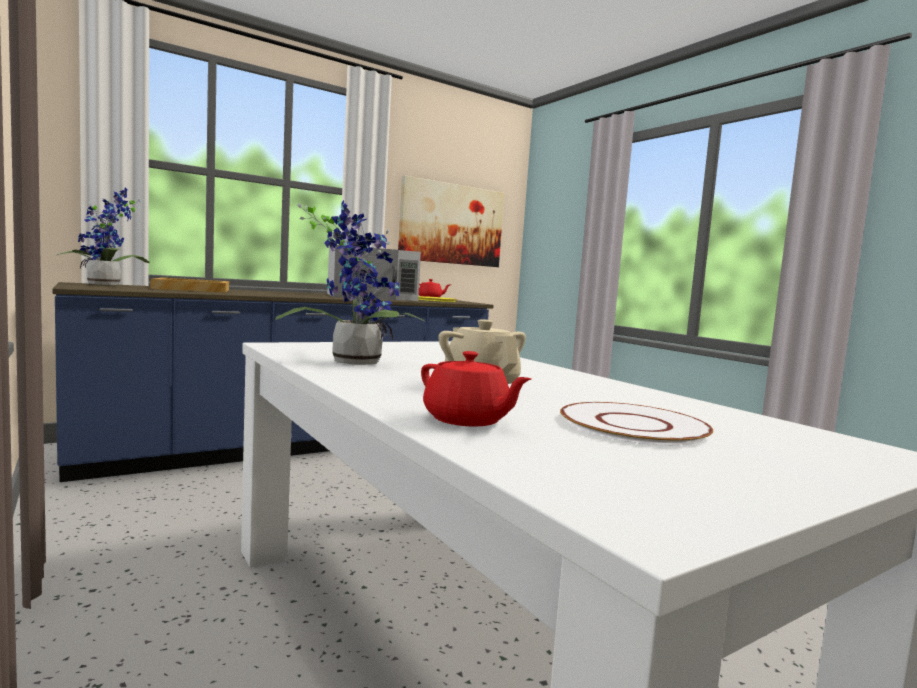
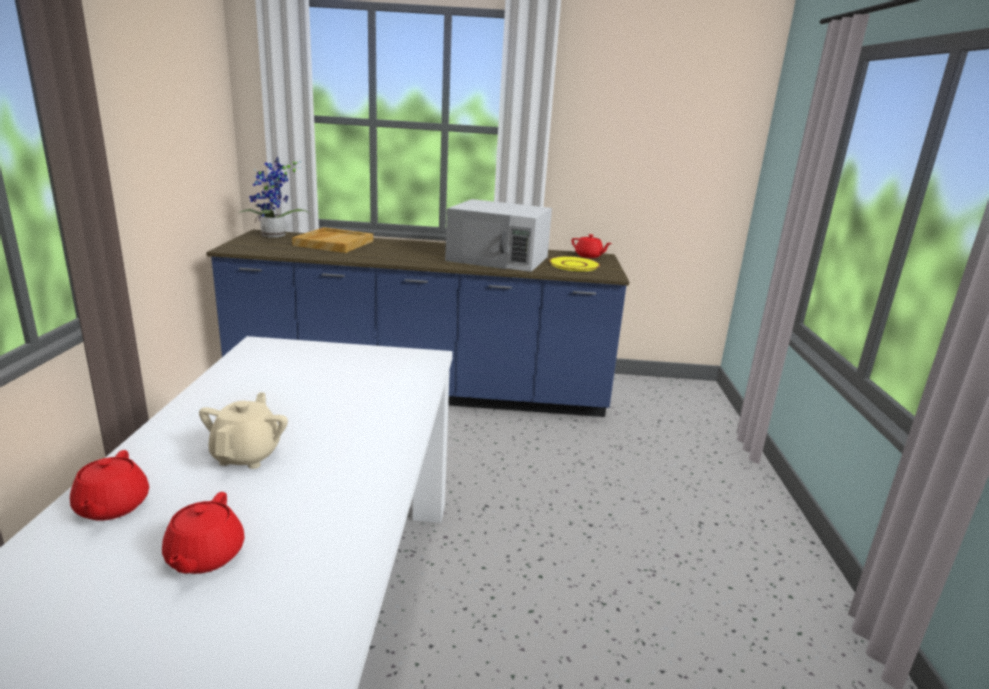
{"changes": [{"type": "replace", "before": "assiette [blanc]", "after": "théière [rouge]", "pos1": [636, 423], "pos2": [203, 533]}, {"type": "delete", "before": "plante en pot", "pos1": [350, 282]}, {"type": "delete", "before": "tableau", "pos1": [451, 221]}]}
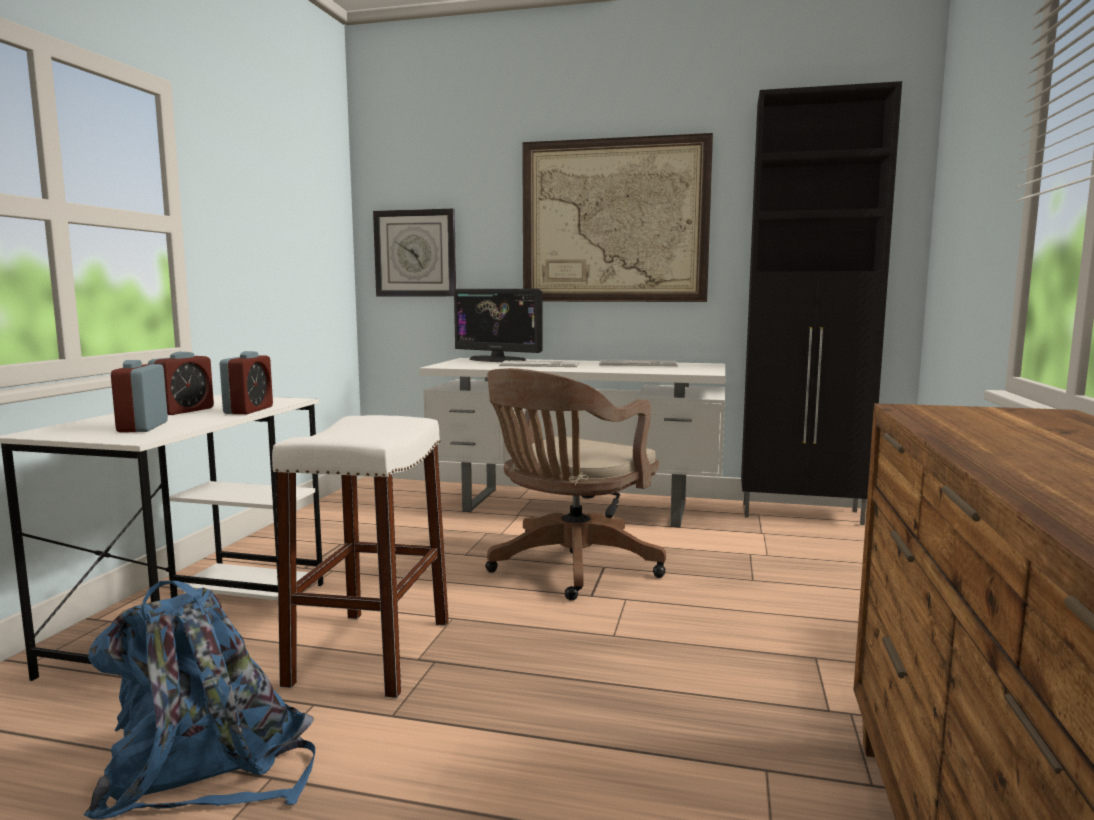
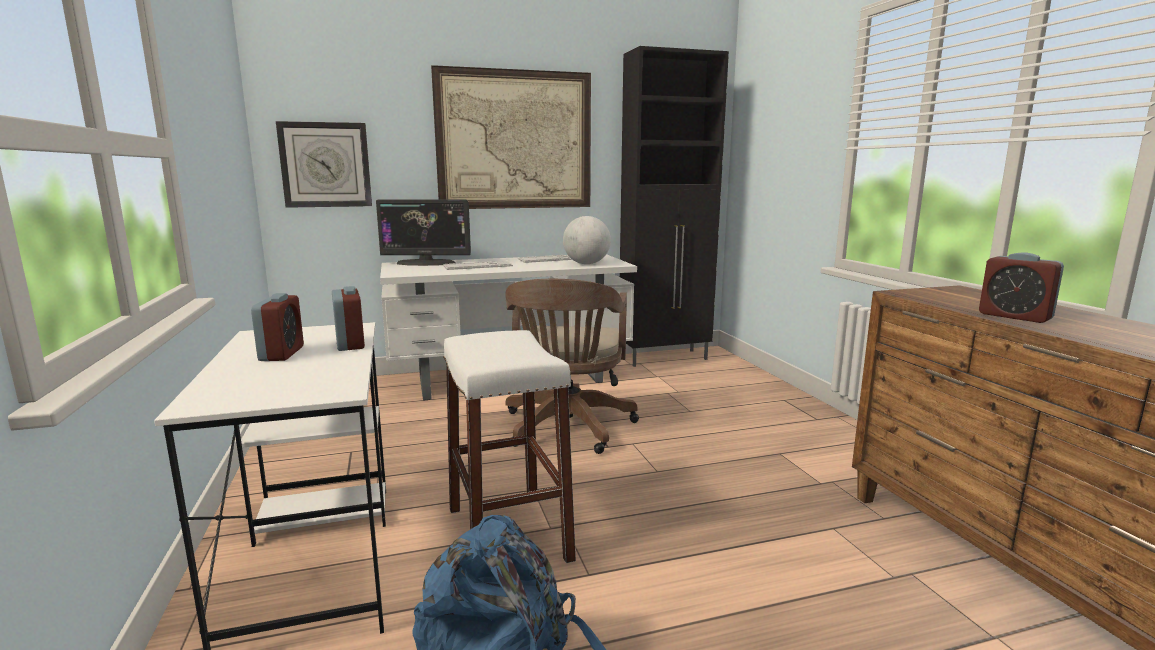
{"changes": [{"type": "insert", "after": "globe", "pos2": [587, 240]}, {"type": "move", "before": "réveil", "pos1": [139, 396], "pos2": [1021, 288]}]}
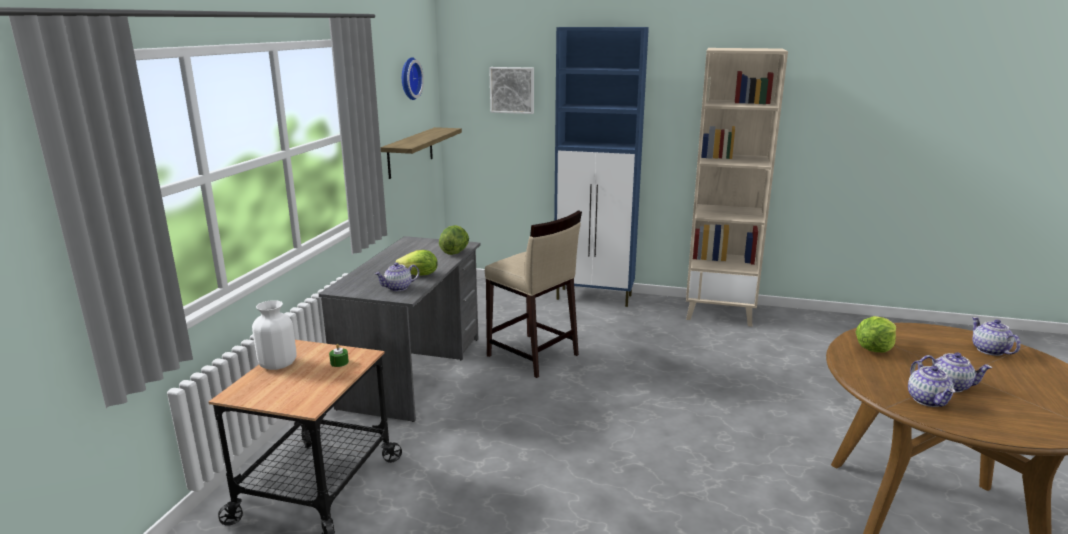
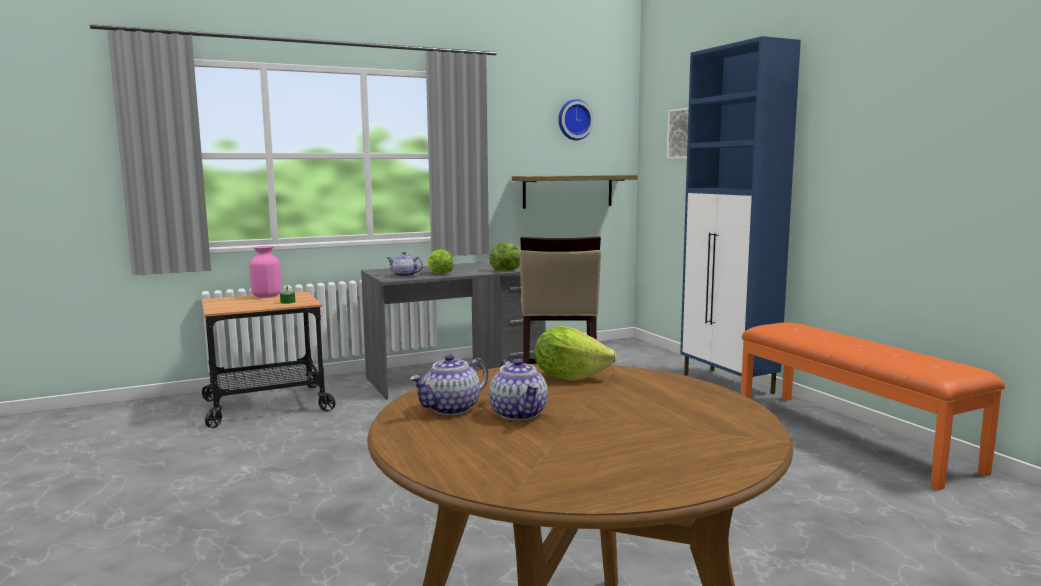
{"changes": [{"type": "recolor", "before": "vase [blanc]", "after": "vase [rose]", "pos1": [274, 335], "pos2": [265, 272]}, {"type": "replace", "before": "bibliothèque [beige]", "after": "banc [orange]", "pos1": [737, 187], "pos2": [873, 406]}, {"type": "delete", "before": "théière", "pos1": [996, 336]}]}
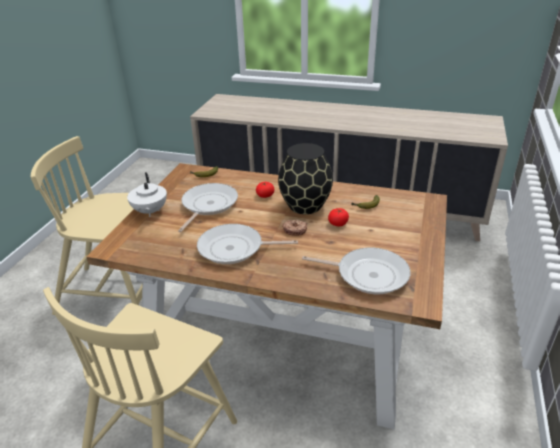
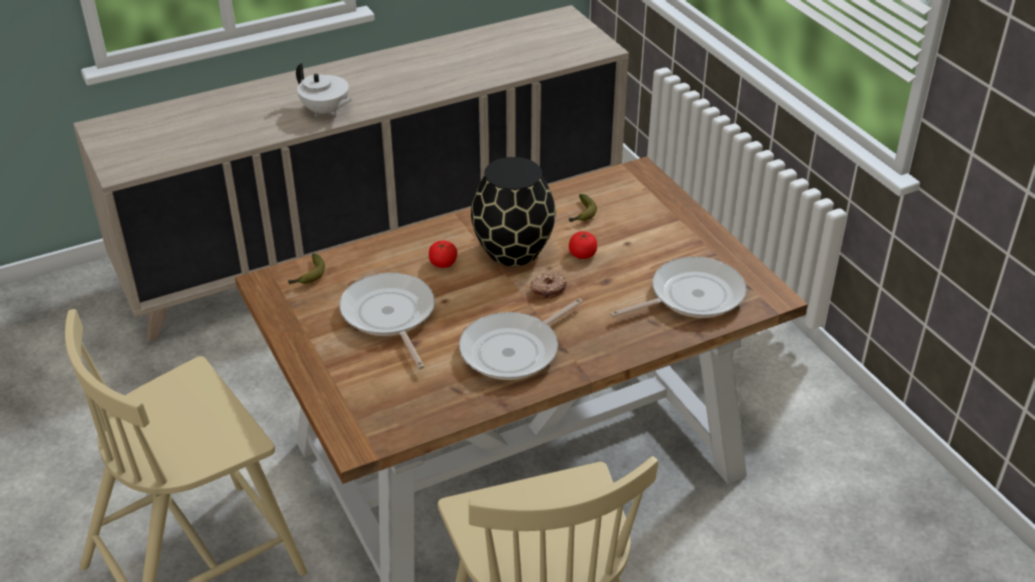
{"changes": [{"type": "move", "before": "théière [blanc]", "pos1": [147, 194], "pos2": [324, 90]}]}
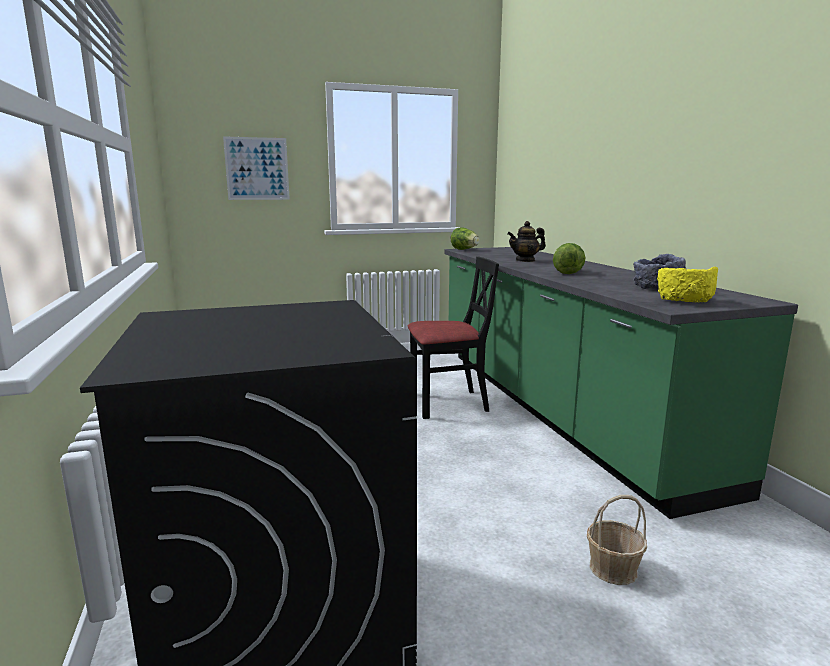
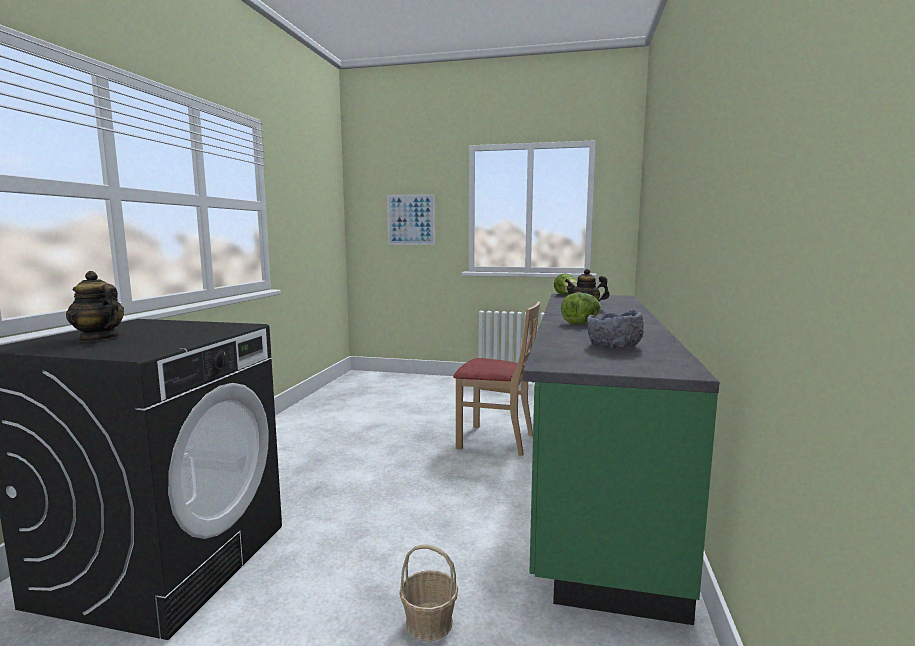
{"changes": [{"type": "insert", "after": "théière", "pos2": [95, 306]}, {"type": "recolor", "before": "chaise [noir]", "after": "chaise [beige]", "pos1": [453, 337], "pos2": [496, 378]}, {"type": "delete", "before": "bol [jaune]", "pos1": [687, 284]}]}
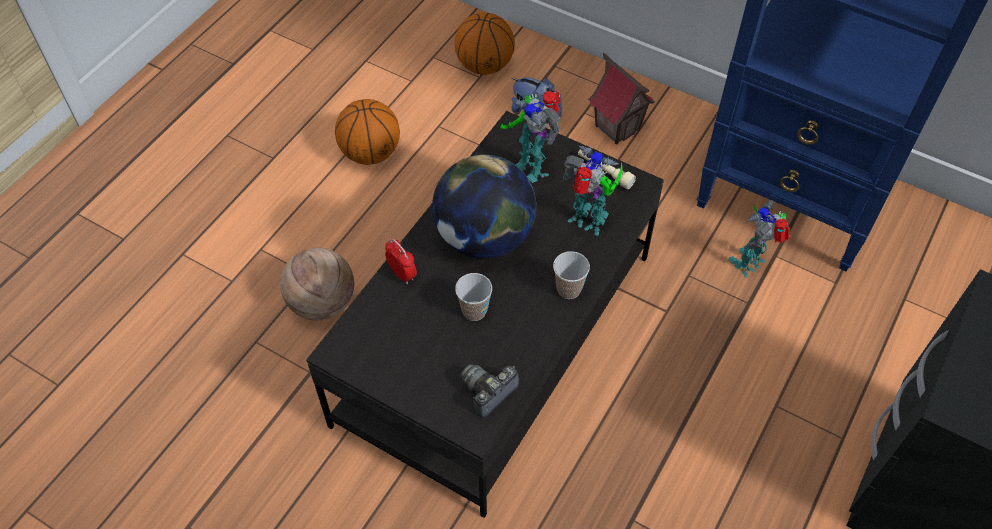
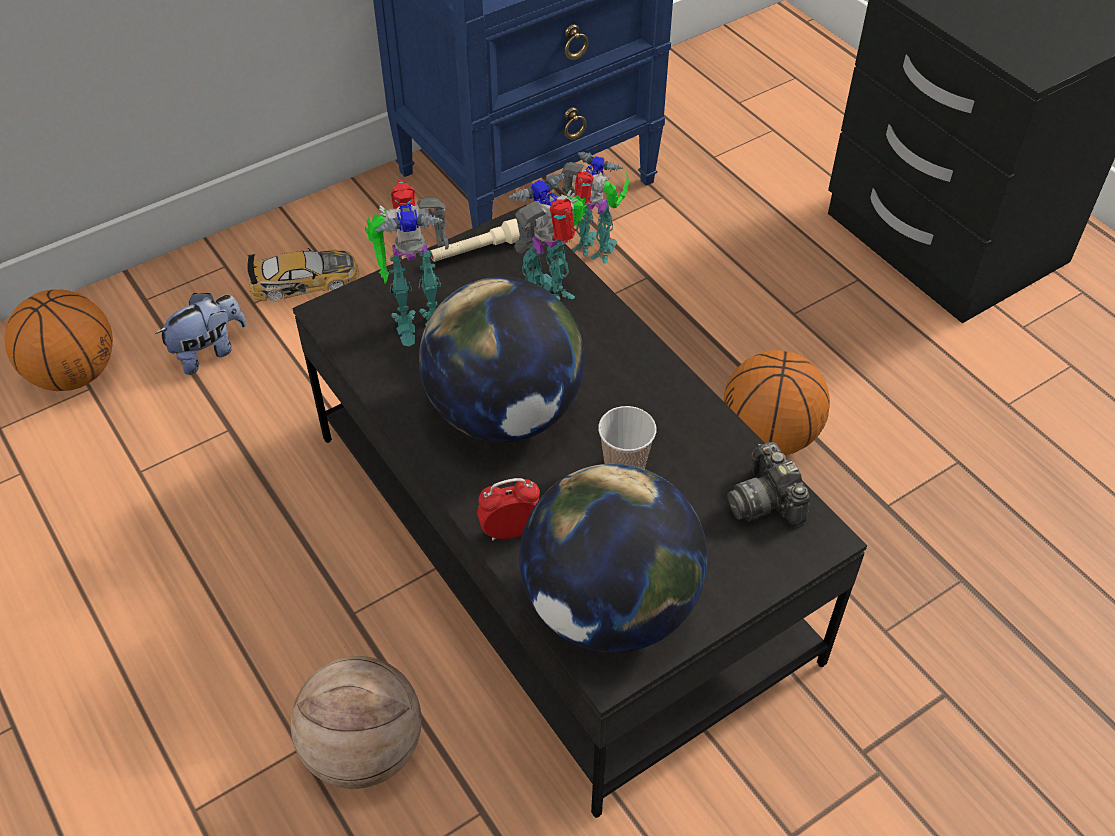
{"changes": [{"type": "replace", "before": "maison miniature", "after": "petite voiture", "pos1": [621, 99], "pos2": [303, 274]}, {"type": "insert", "after": "globe", "pos2": [613, 558]}, {"type": "rotate", "before": "robot jouet", "pos1": [759, 239], "pos2": [595, 208], "turn": 135}, {"type": "move", "before": "ballon de basket", "pos1": [367, 132], "pos2": [776, 402]}, {"type": "delete", "before": "tasse", "pos1": [571, 275]}]}
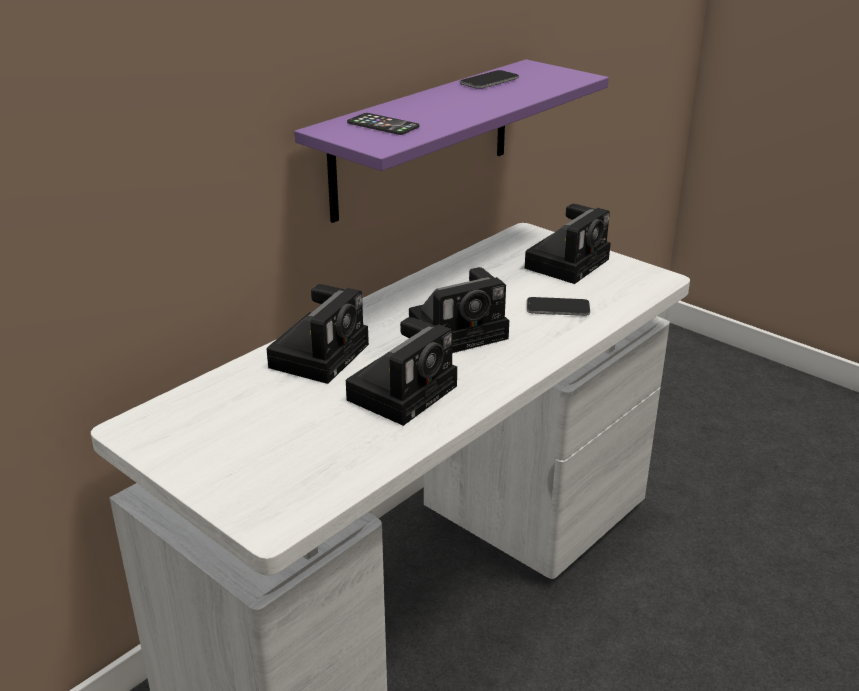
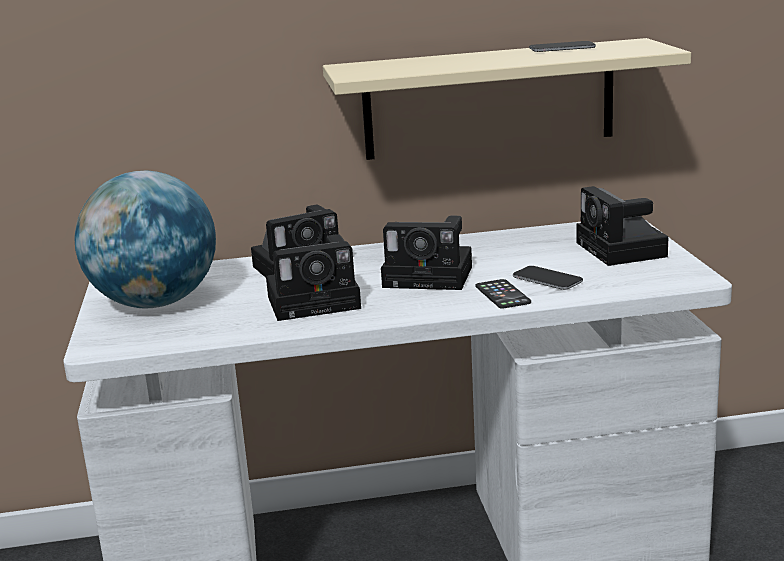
{"changes": [{"type": "insert", "after": "globe", "pos2": [145, 239]}, {"type": "recolor", "before": "étagère [violet]", "after": "étagère [beige]", "pos1": [451, 141], "pos2": [507, 99]}, {"type": "move", "before": "téléphone", "pos1": [383, 124], "pos2": [503, 294]}, {"type": "rotate", "before": "appareil photo", "pos1": [568, 244], "pos2": [622, 226], "turn": 90}]}
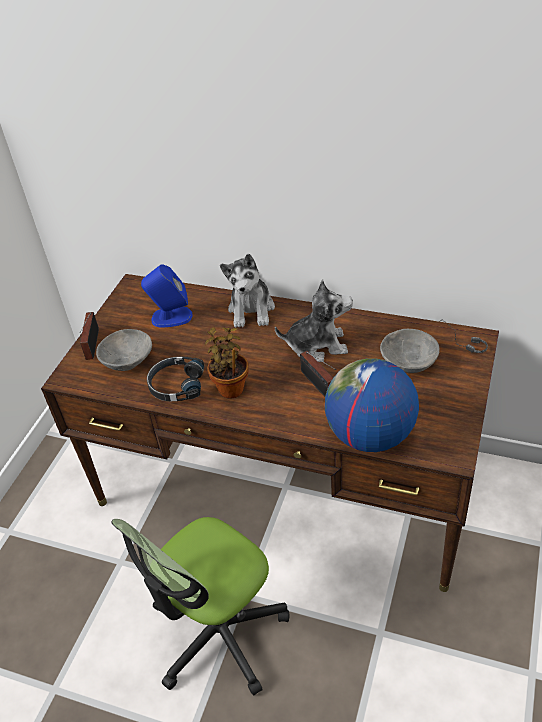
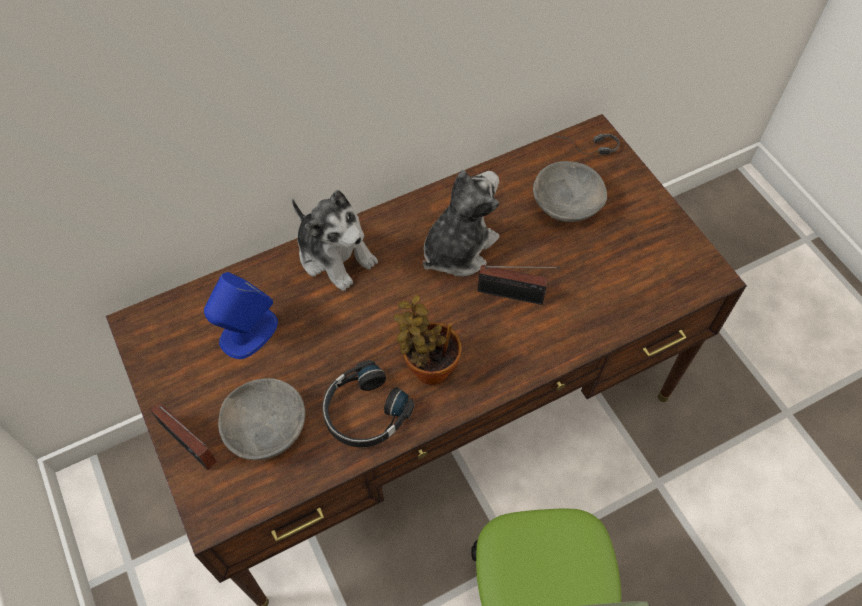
{"changes": [{"type": "delete", "before": "globe", "pos1": [372, 405]}]}
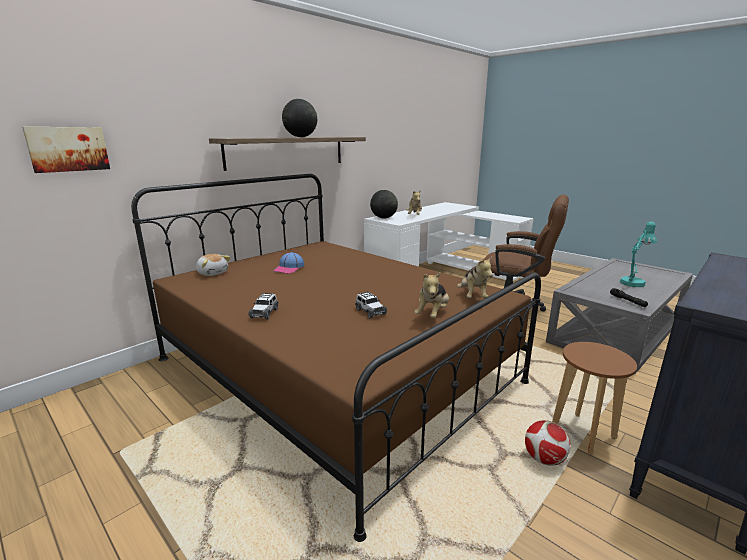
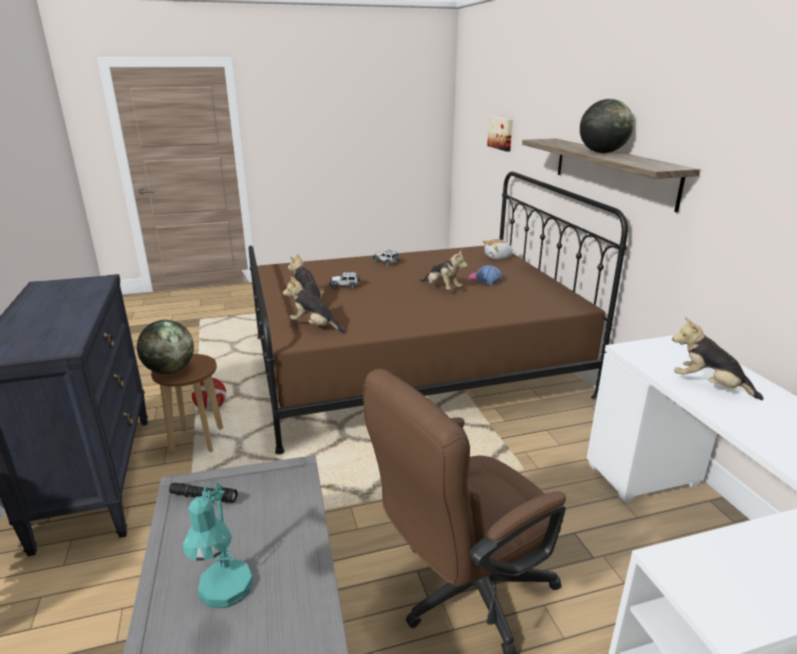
{"changes": [{"type": "move", "before": "globe", "pos1": [384, 204], "pos2": [165, 347]}, {"type": "insert", "after": "peluche", "pos2": [444, 270]}]}
